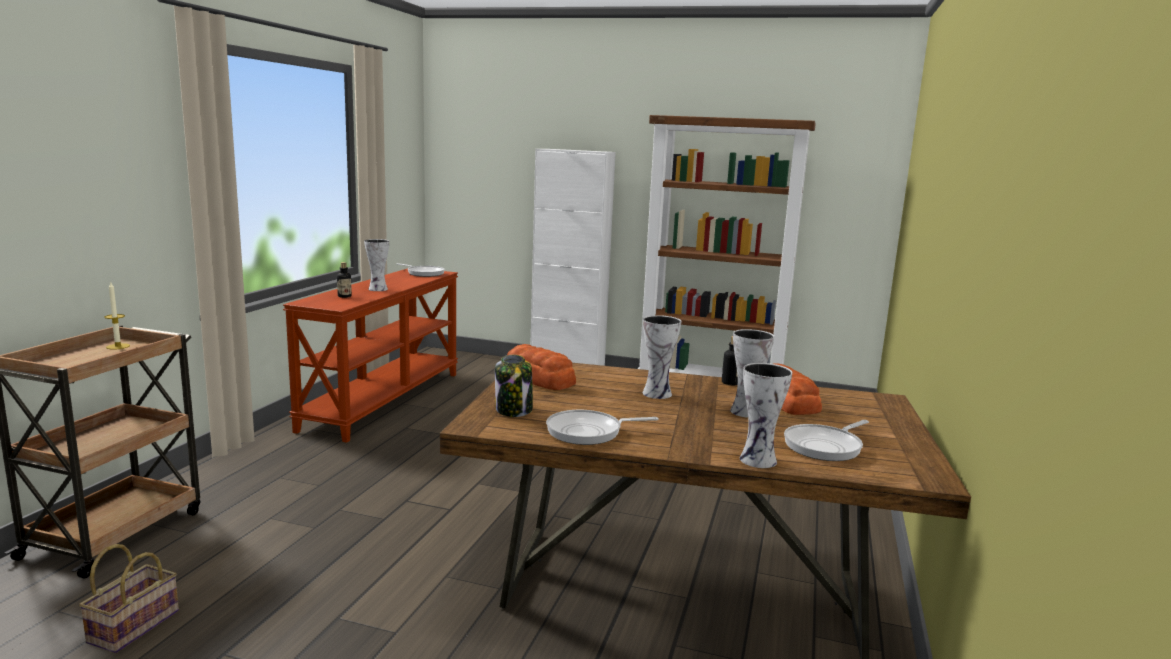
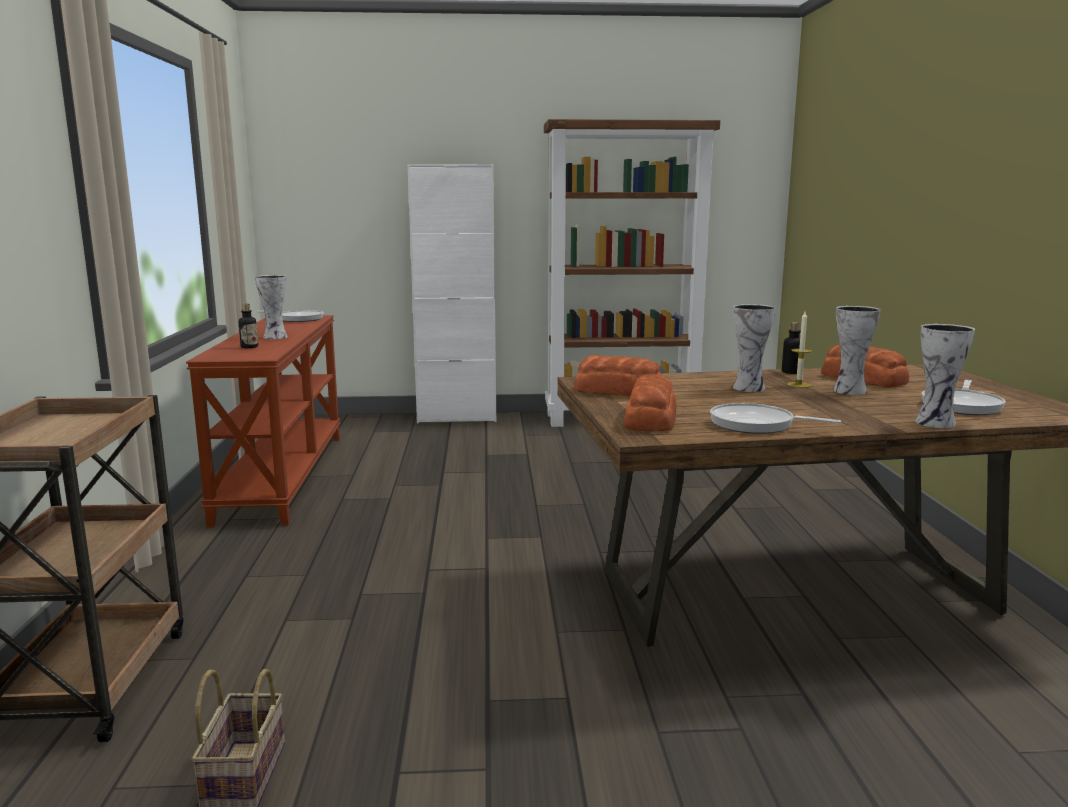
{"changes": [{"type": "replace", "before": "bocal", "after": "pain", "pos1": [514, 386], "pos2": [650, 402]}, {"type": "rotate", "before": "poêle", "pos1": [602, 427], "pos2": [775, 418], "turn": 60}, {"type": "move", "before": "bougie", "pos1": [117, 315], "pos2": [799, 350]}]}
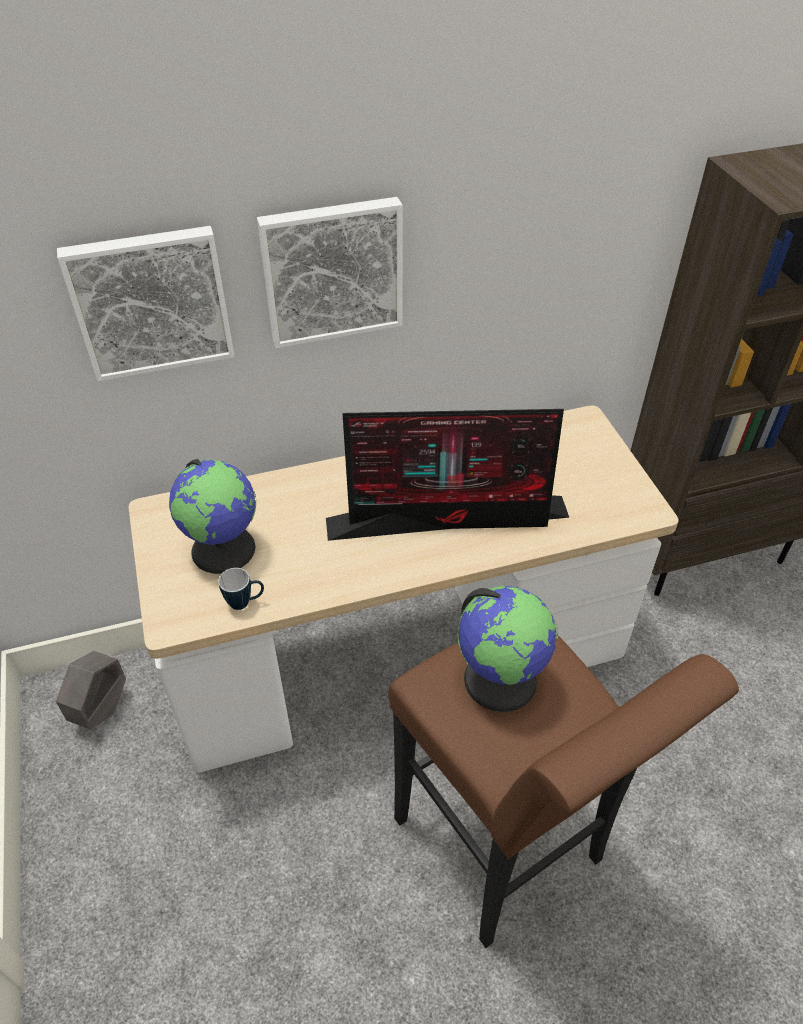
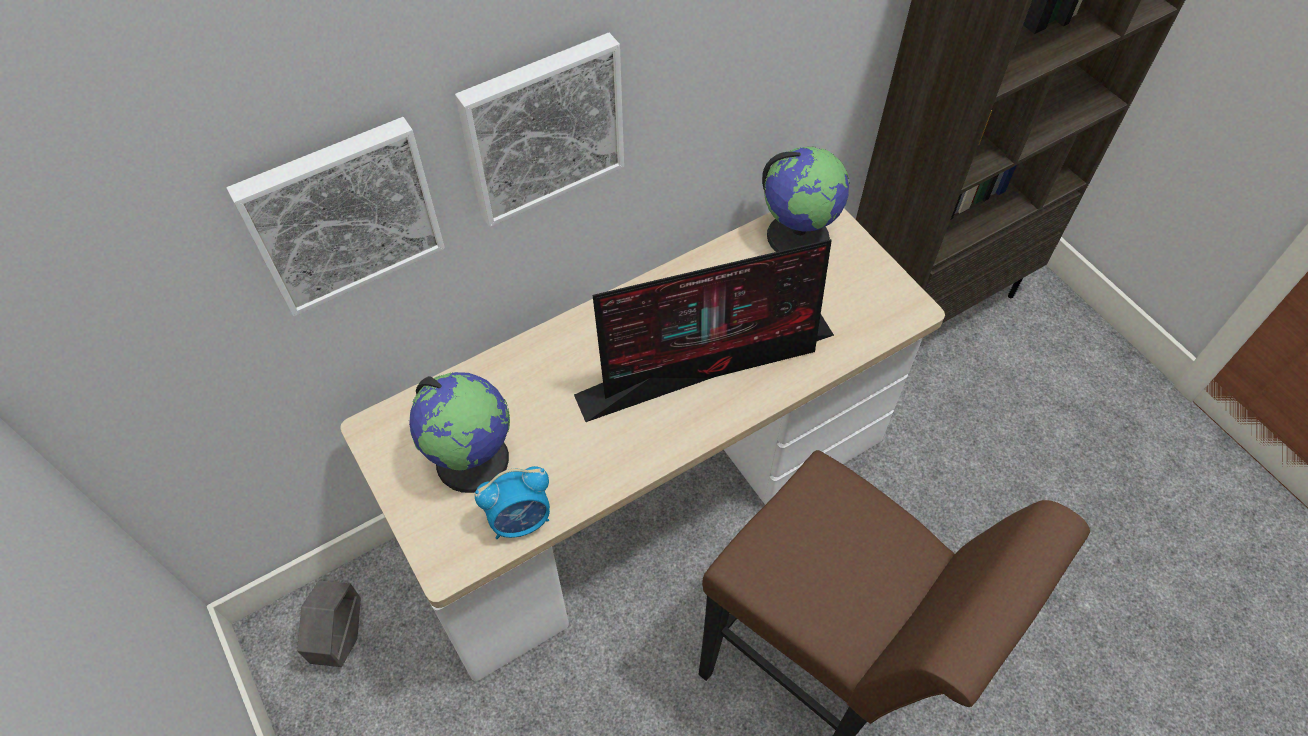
{"changes": [{"type": "replace", "before": "mug", "after": "réveil", "pos1": [241, 589], "pos2": [512, 502]}, {"type": "move", "before": "globe", "pos1": [508, 649], "pos2": [806, 199]}]}
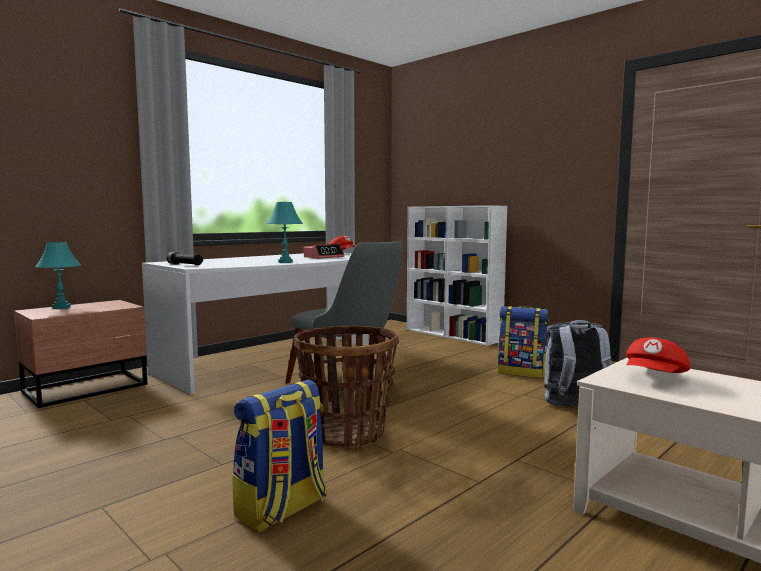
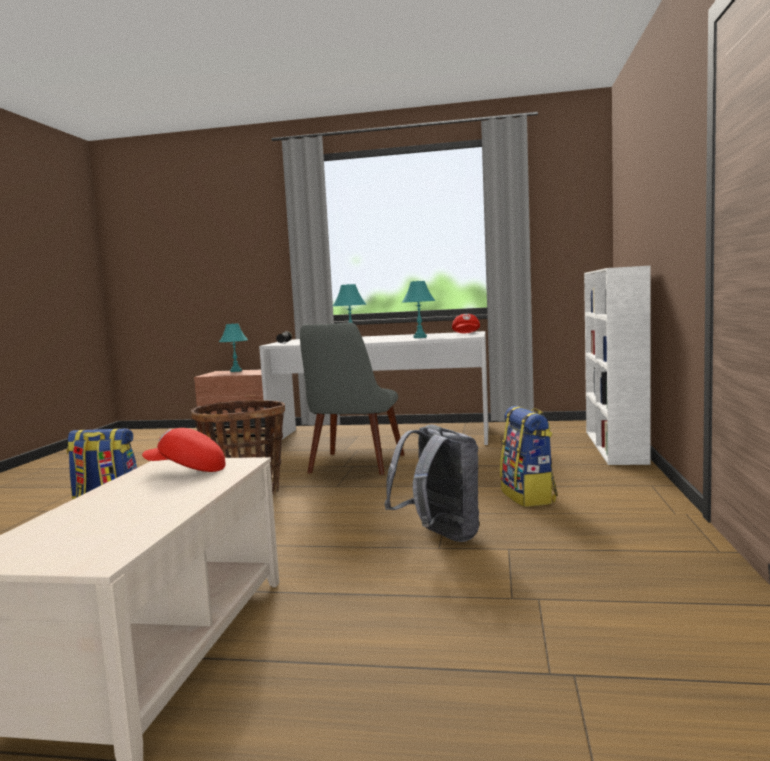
{"changes": [{"type": "replace", "before": "réveil", "after": "lampe de table [turquoise]", "pos1": [324, 251], "pos2": [419, 309]}]}
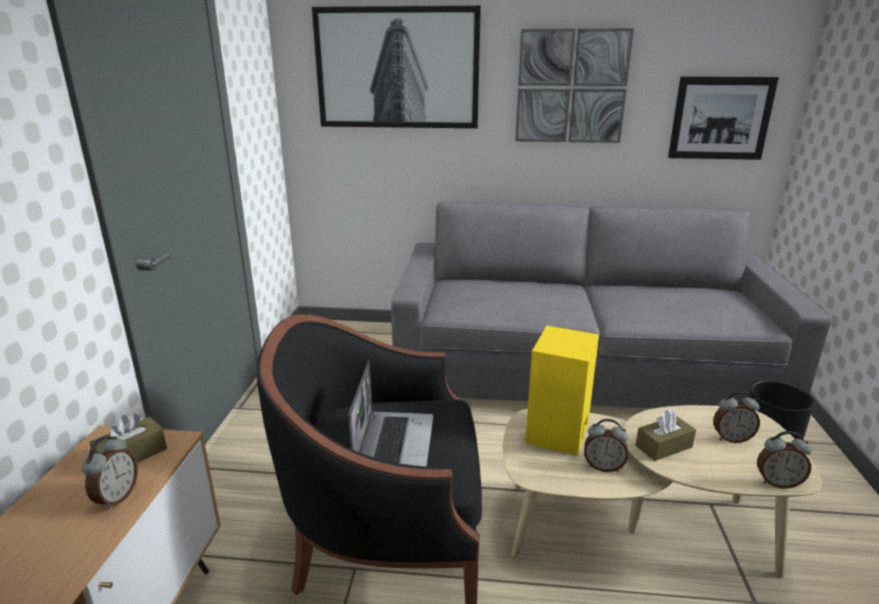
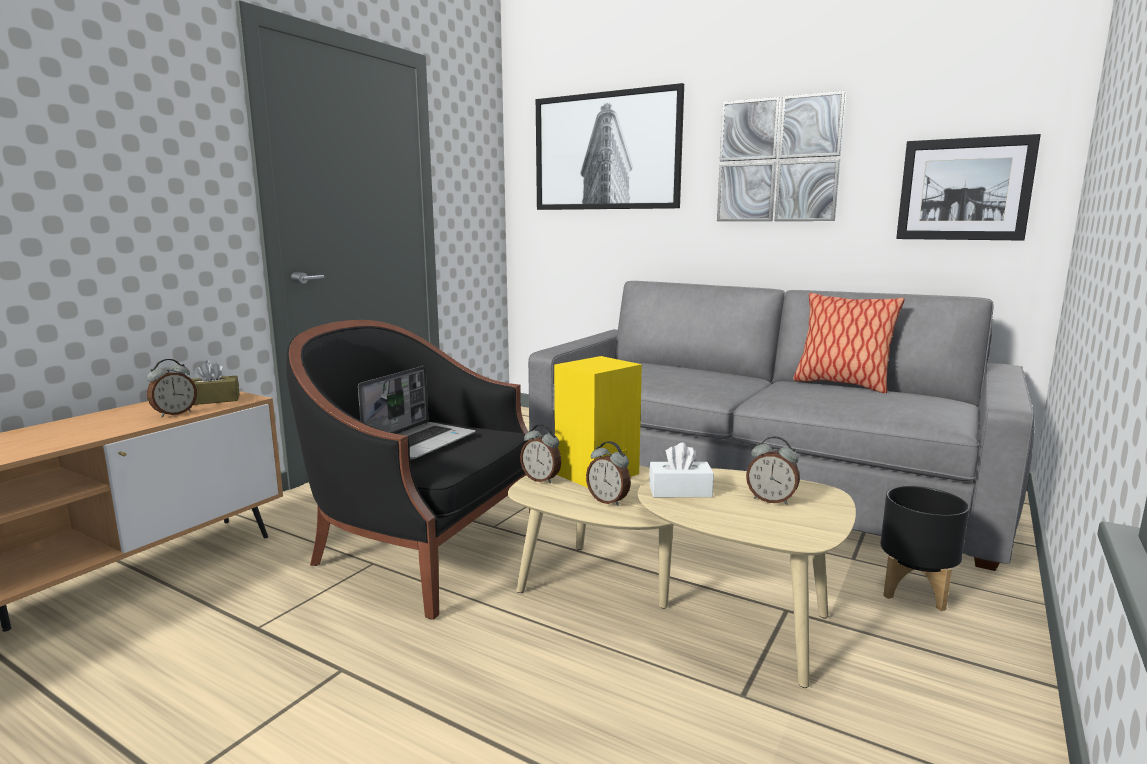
{"changes": [{"type": "move", "before": "réveil", "pos1": [784, 459], "pos2": [540, 454]}, {"type": "recolor", "before": "boîte à mouchoirs [marron]", "after": "boîte à mouchoirs [blanc]", "pos1": [666, 435], "pos2": [681, 470]}, {"type": "insert", "after": "coussin", "pos2": [849, 343]}]}
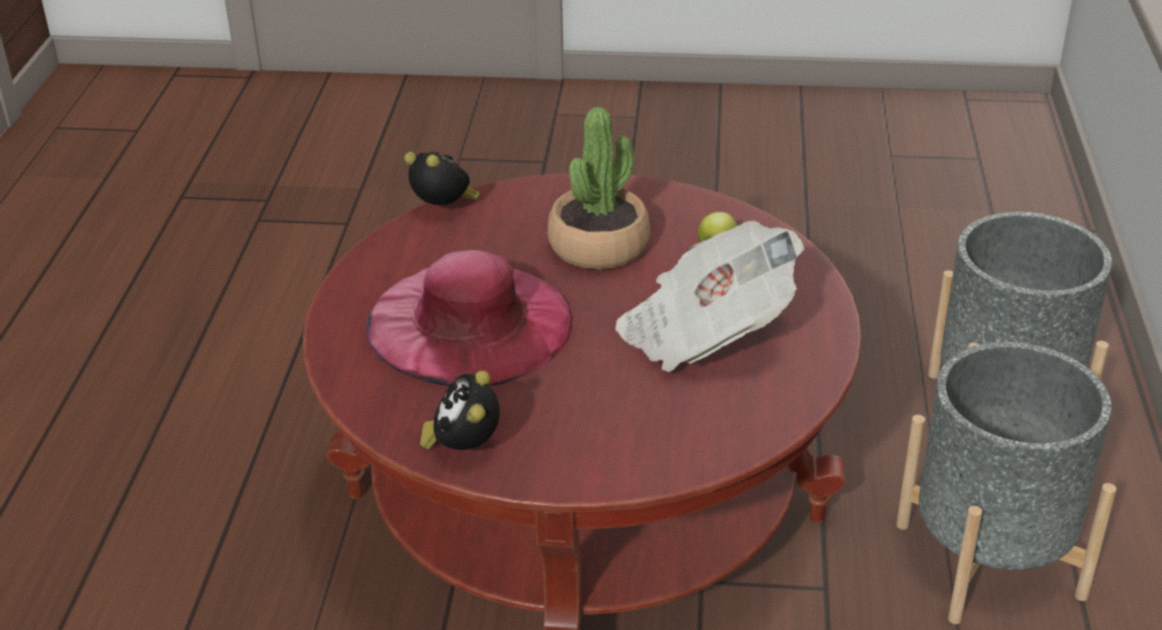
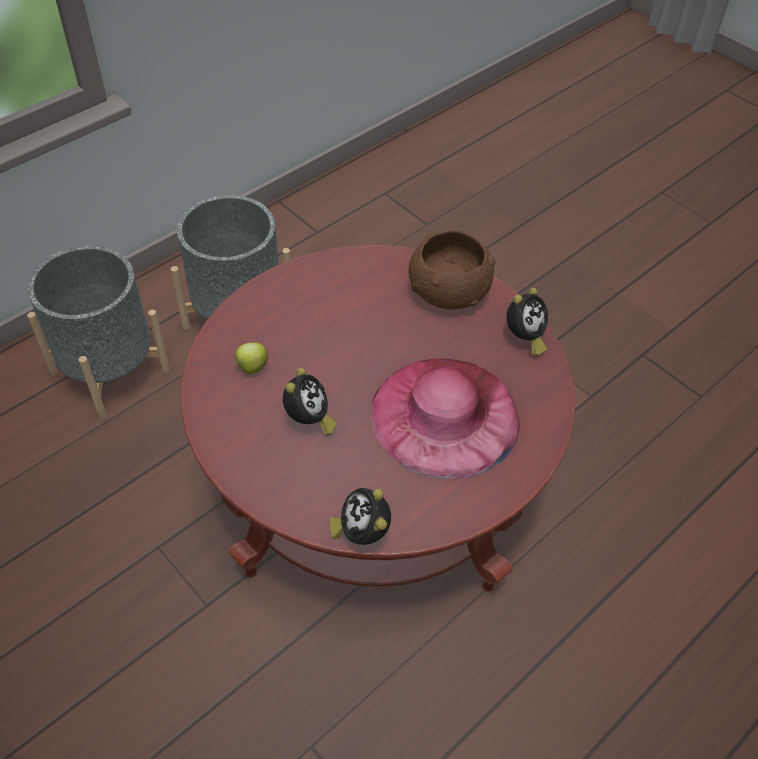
{"changes": [{"type": "replace", "before": "plante en pot", "after": "réveil", "pos1": [599, 188], "pos2": [310, 402]}, {"type": "insert", "after": "bol [marron]", "pos2": [452, 269]}, {"type": "delete", "before": "journal", "pos1": [709, 296]}]}
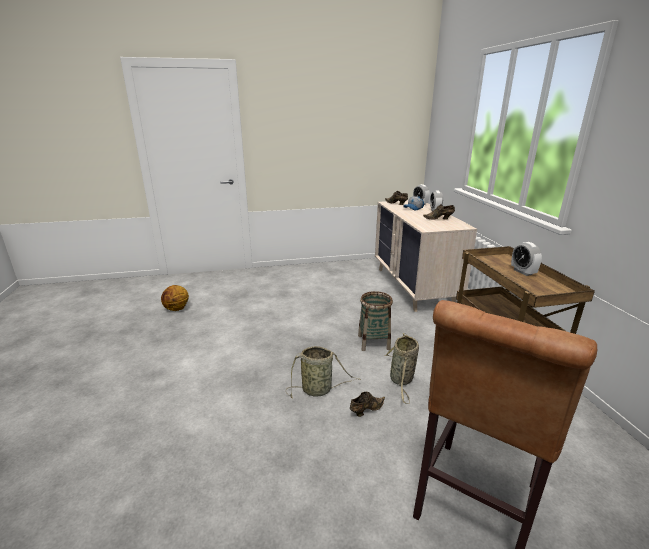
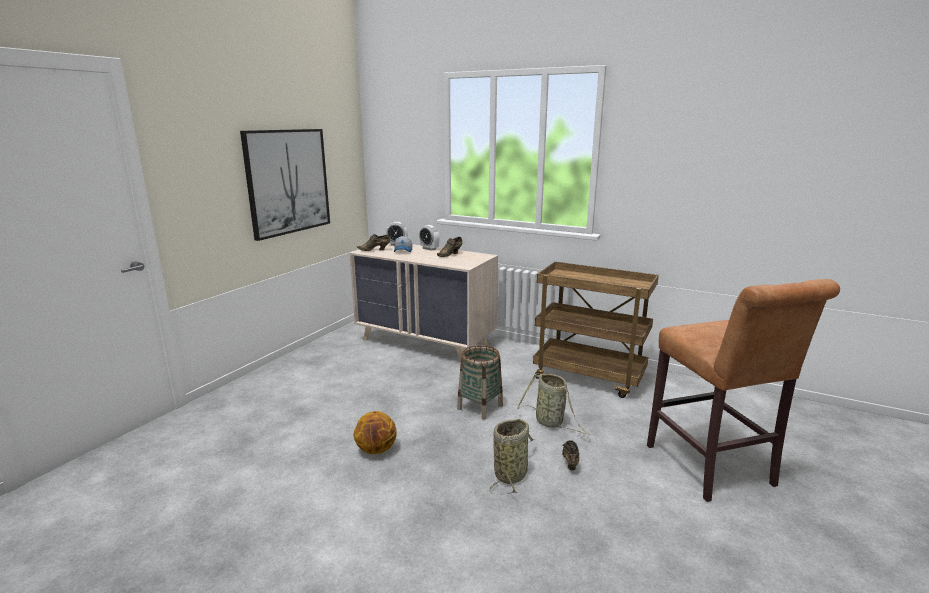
{"changes": [{"type": "insert", "after": "tableau", "pos2": [285, 185]}, {"type": "move", "before": "ballon de basket", "pos1": [175, 298], "pos2": [375, 432]}, {"type": "delete", "before": "réveil", "pos1": [526, 259]}]}
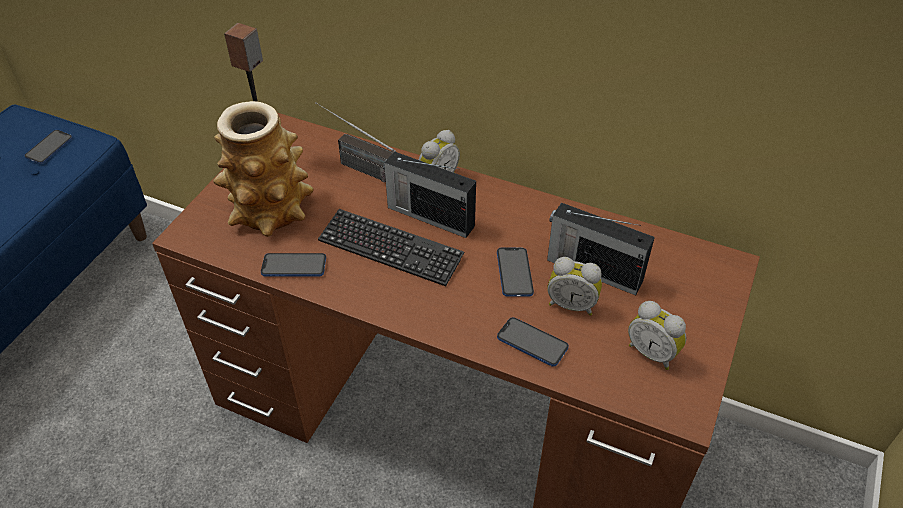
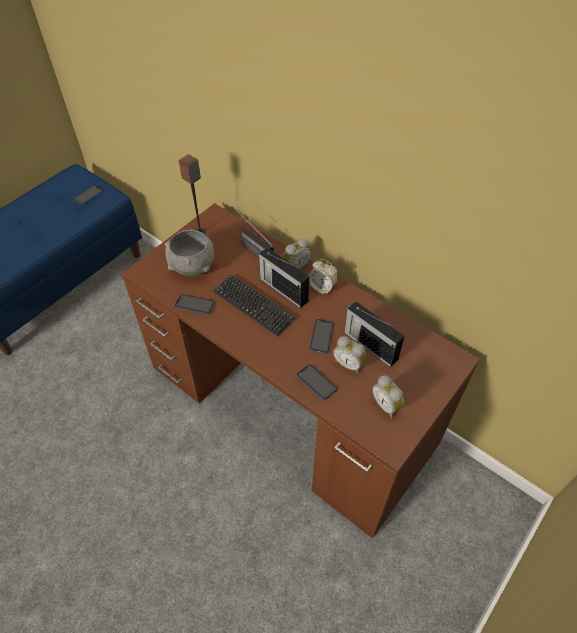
{"changes": [{"type": "replace", "before": "vase", "after": "bol [gris]", "pos1": [263, 169], "pos2": [189, 252]}, {"type": "insert", "after": "réveil", "pos2": [323, 276]}]}
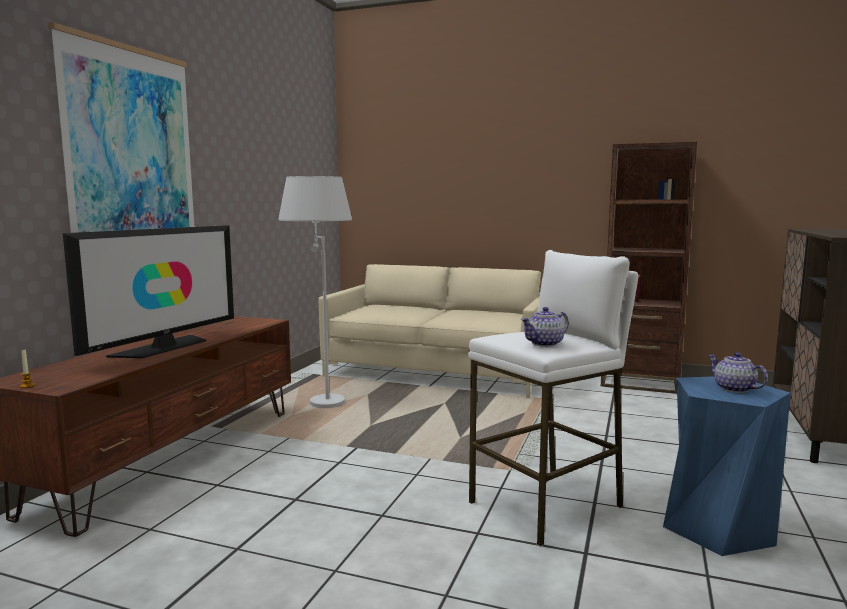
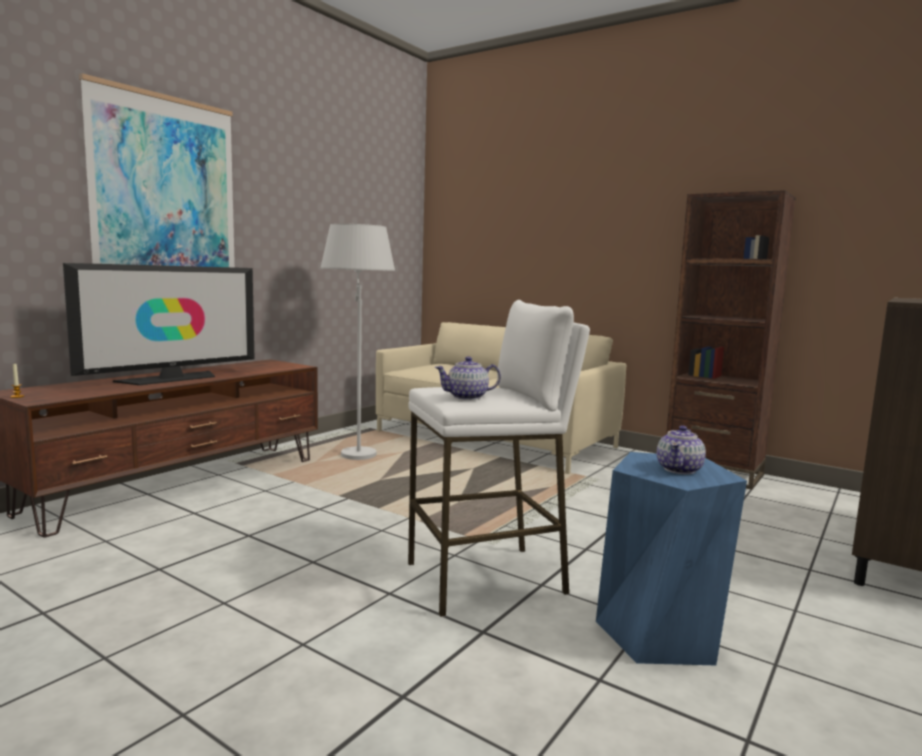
{"changes": [{"type": "rotate", "before": "théière", "pos1": [738, 372], "pos2": [681, 450], "turn": -135}]}
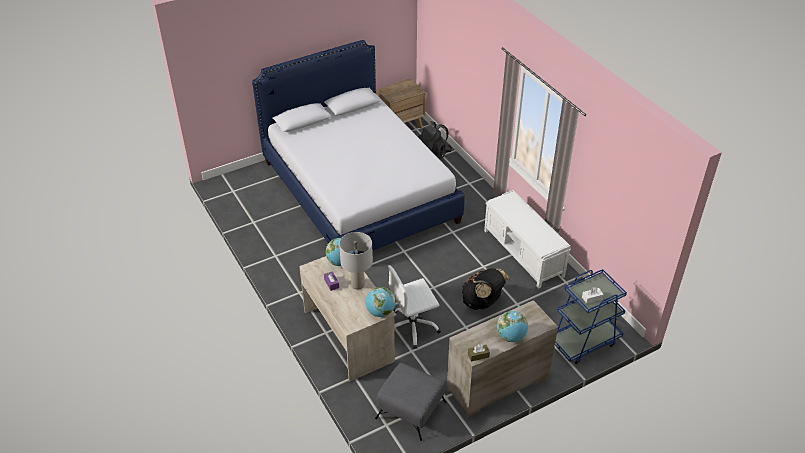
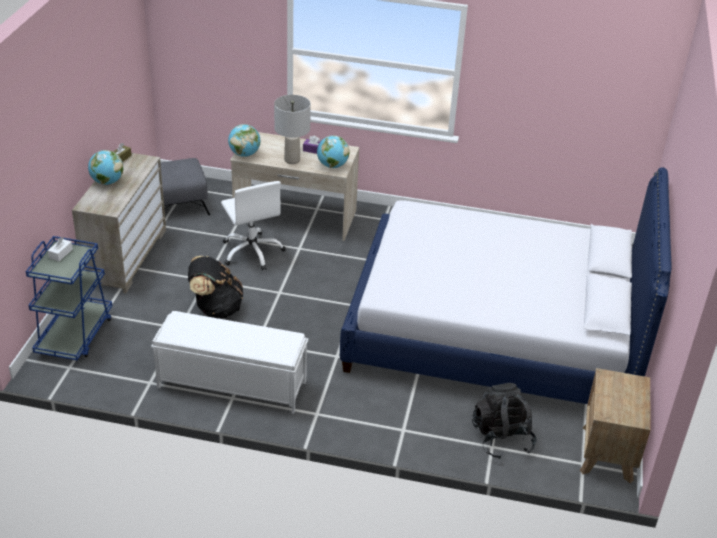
{"changes": [{"type": "rotate", "before": "chaise de bureau [blanc]", "pos1": [414, 307], "pos2": [253, 226], "turn": 135}]}
